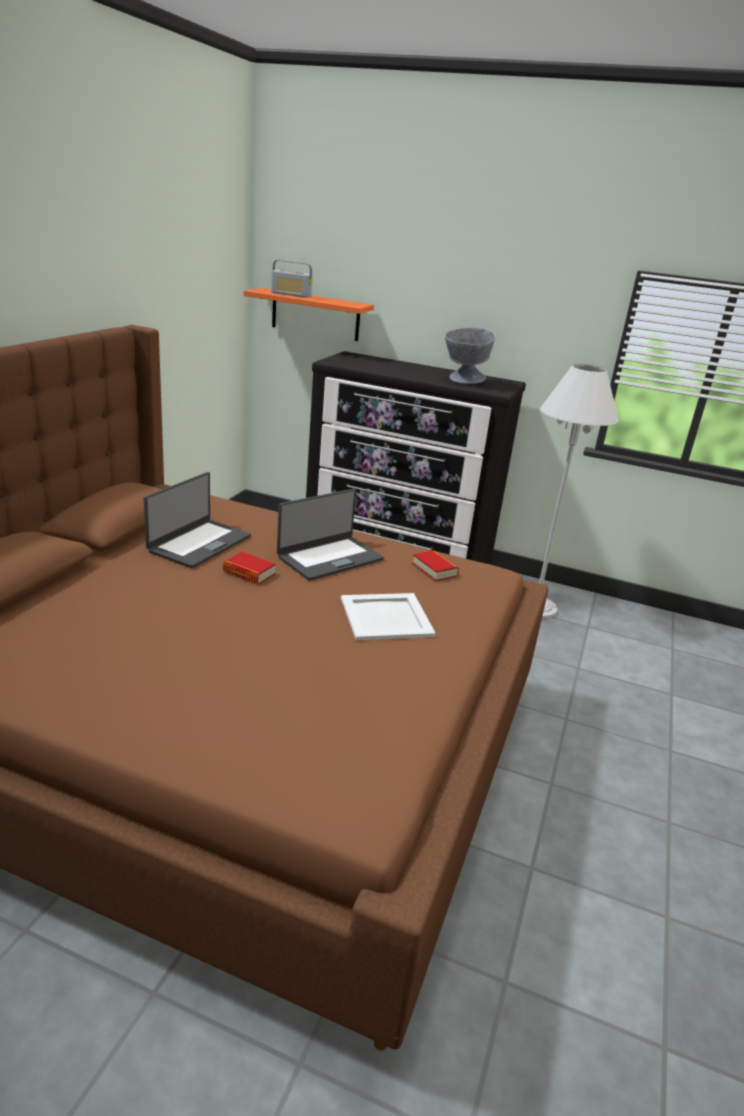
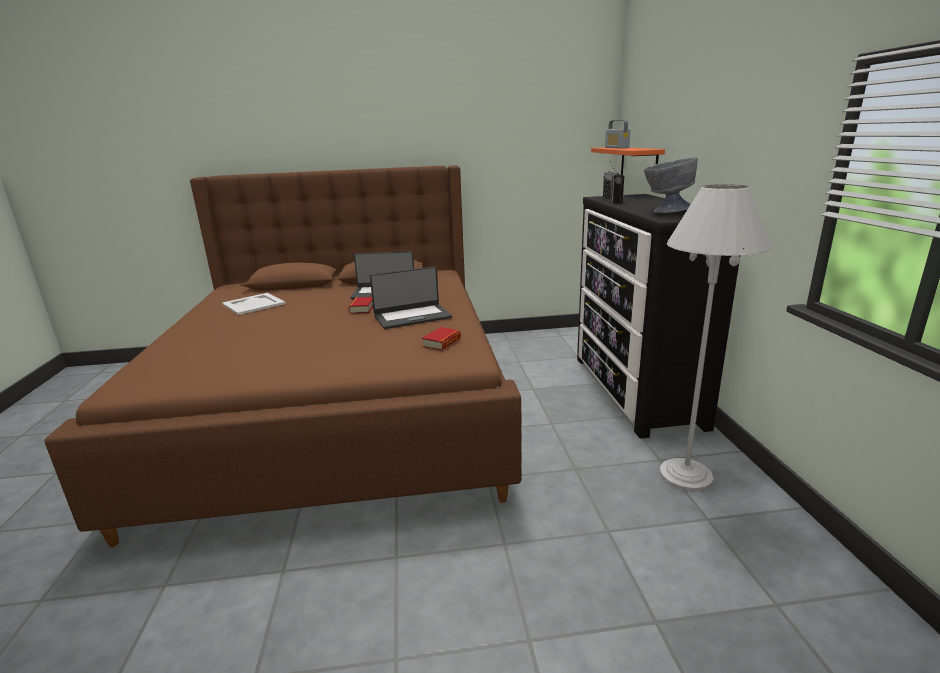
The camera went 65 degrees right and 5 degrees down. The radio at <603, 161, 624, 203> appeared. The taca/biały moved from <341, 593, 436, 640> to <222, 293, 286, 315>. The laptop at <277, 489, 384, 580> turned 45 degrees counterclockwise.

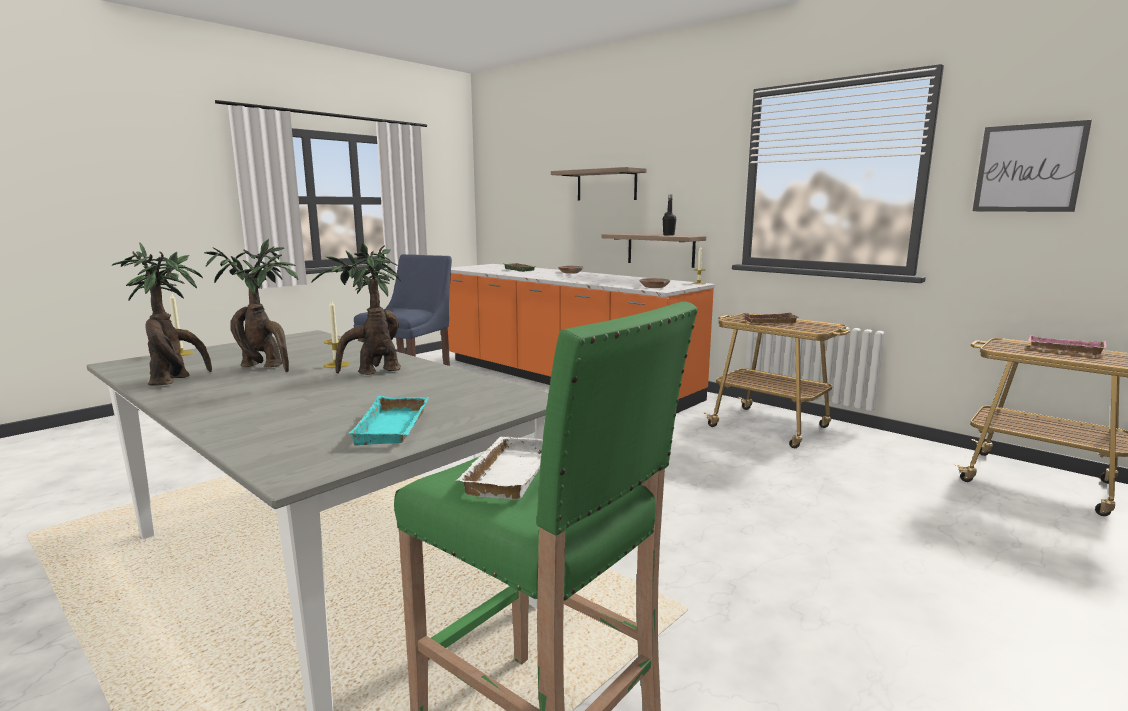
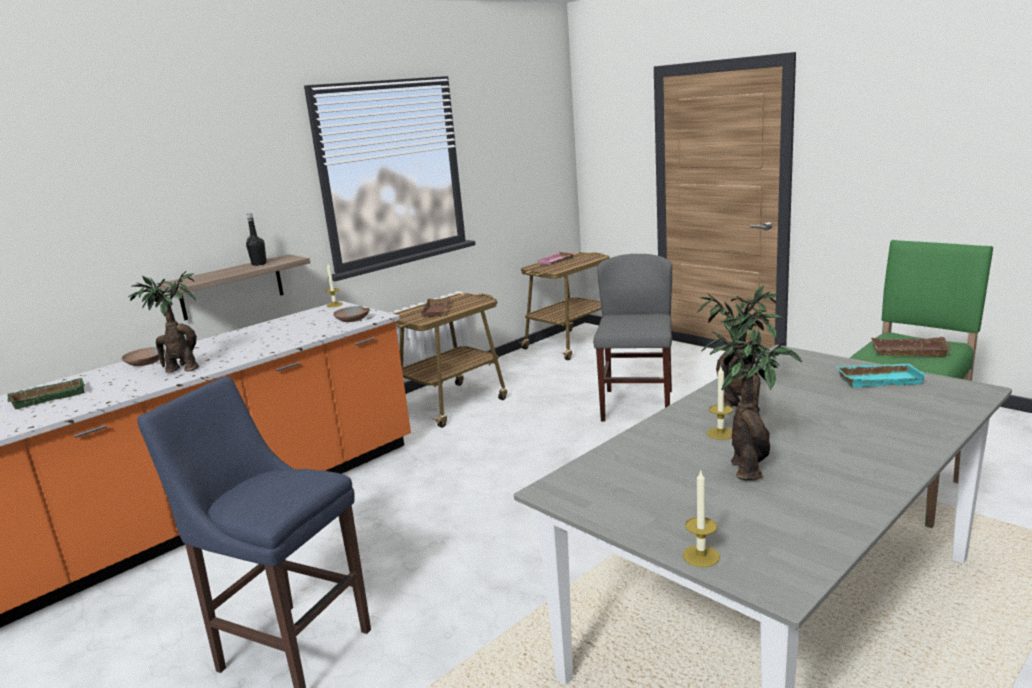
The camera went 85 degrees left and 5 degrees up. The półka at <551, 167, 647, 201> disappeared. The obraz at <973, 120, 1092, 212> disappeared. The krzesło/szary at <593, 254, 672, 422> appeared. The roślina doniczkowa moved from <112, 242, 212, 386> to <128, 271, 199, 372>. The taca/biały at <456, 437, 543, 500> became the taca/brązowy at <872, 337, 952, 357>.

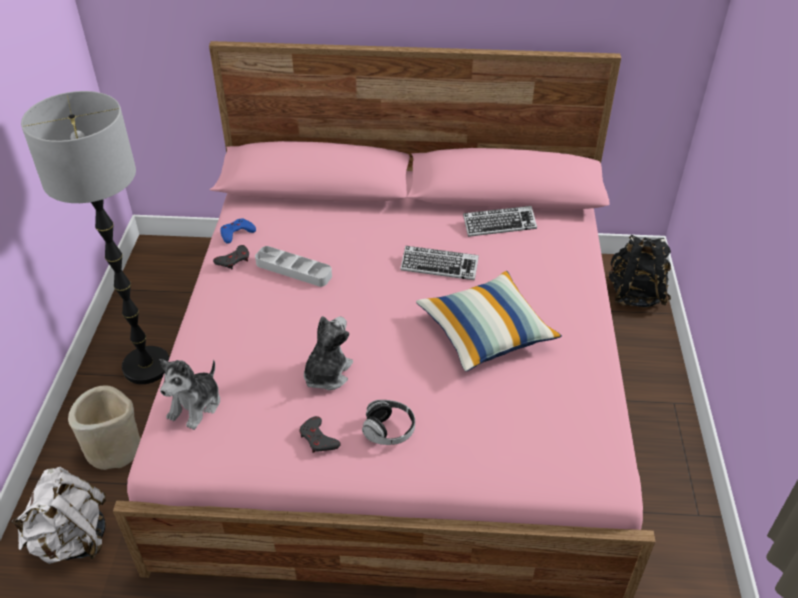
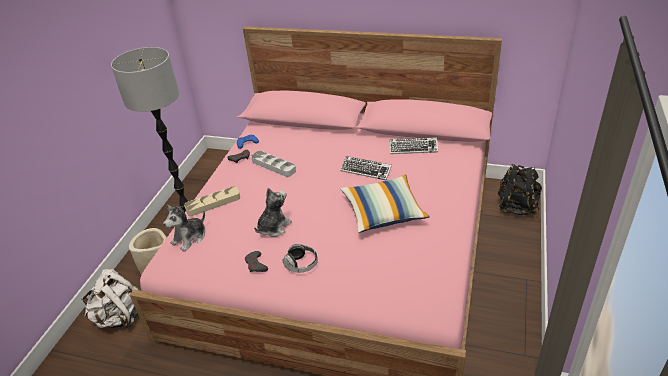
The camera went 15 degrees right and 5 degrees down. The taca/beżowy at <184, 186, 240, 216> appeared.

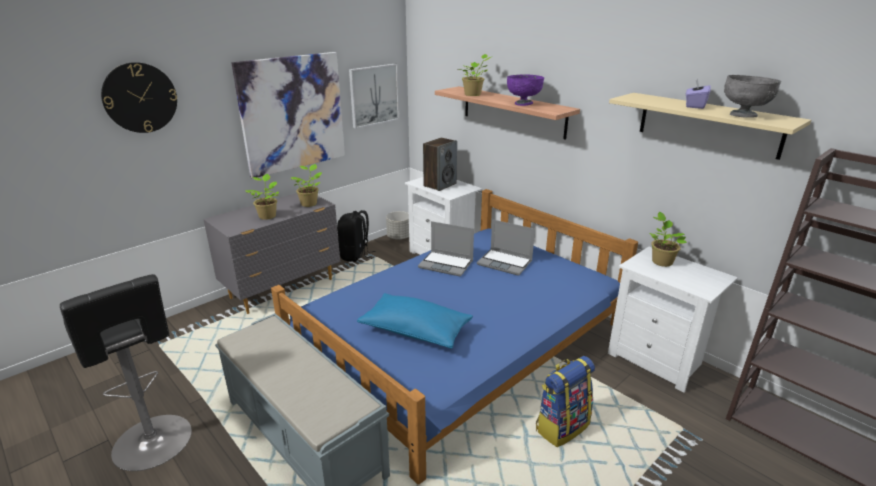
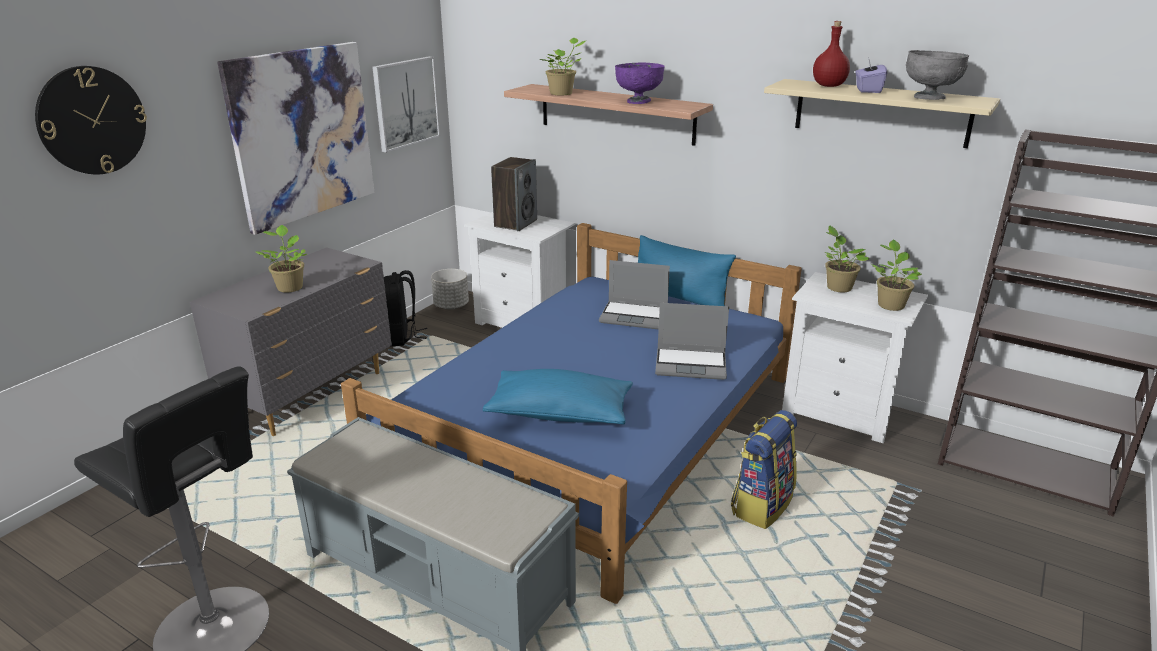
The camera went 15 degrees left and 0 degrees up. The poduszka/niebieski at <638, 235, 736, 306> appeared. The butelka/czerwony at <813, 21, 850, 87> appeared. The roślina doniczkowa moved from <291, 164, 322, 207> to <871, 239, 922, 311>. The laptop moved from <418, 221, 474, 276> to <655, 303, 729, 380>.

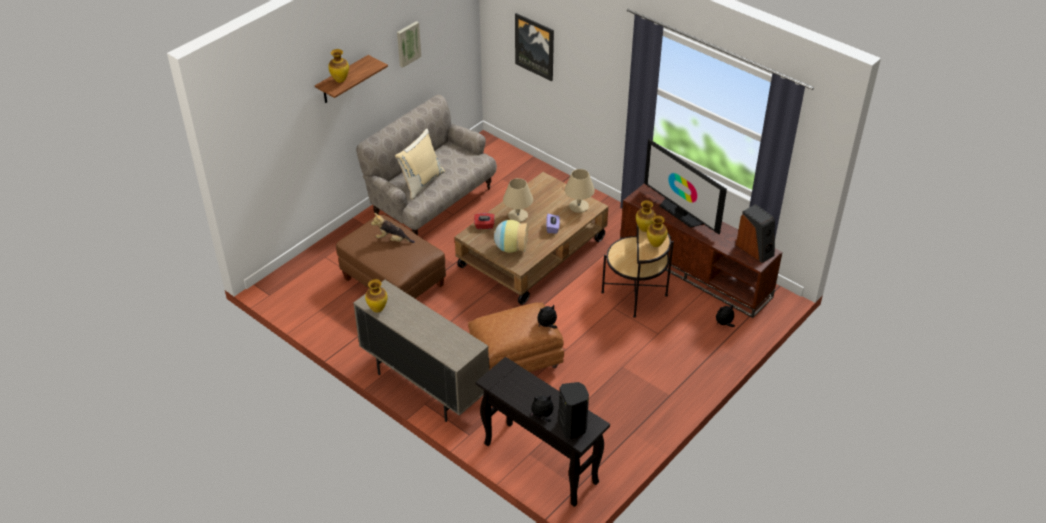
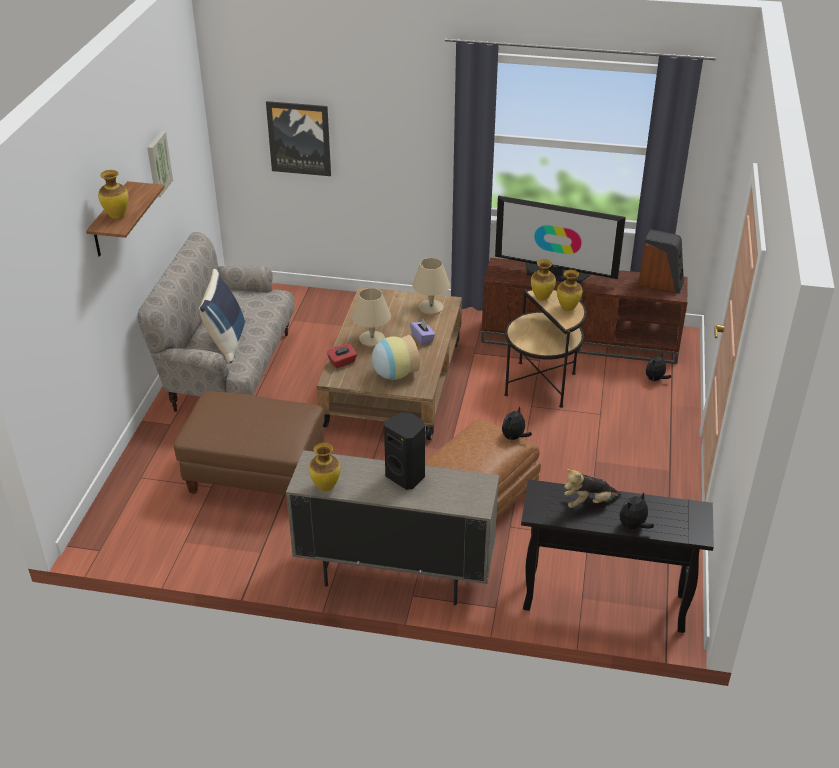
The camera went 30 degrees left and 5 degrees down. The pluszak moved from <371, 213, 415, 243> to <564, 469, 622, 508>. The głośnik/czarny moved from <559, 382, 589, 439> to <384, 412, 425, 490>. The poduszka/beżowy at <395, 129, 445, 199> became the poduszka/niebieski at <199, 269, 246, 363>.

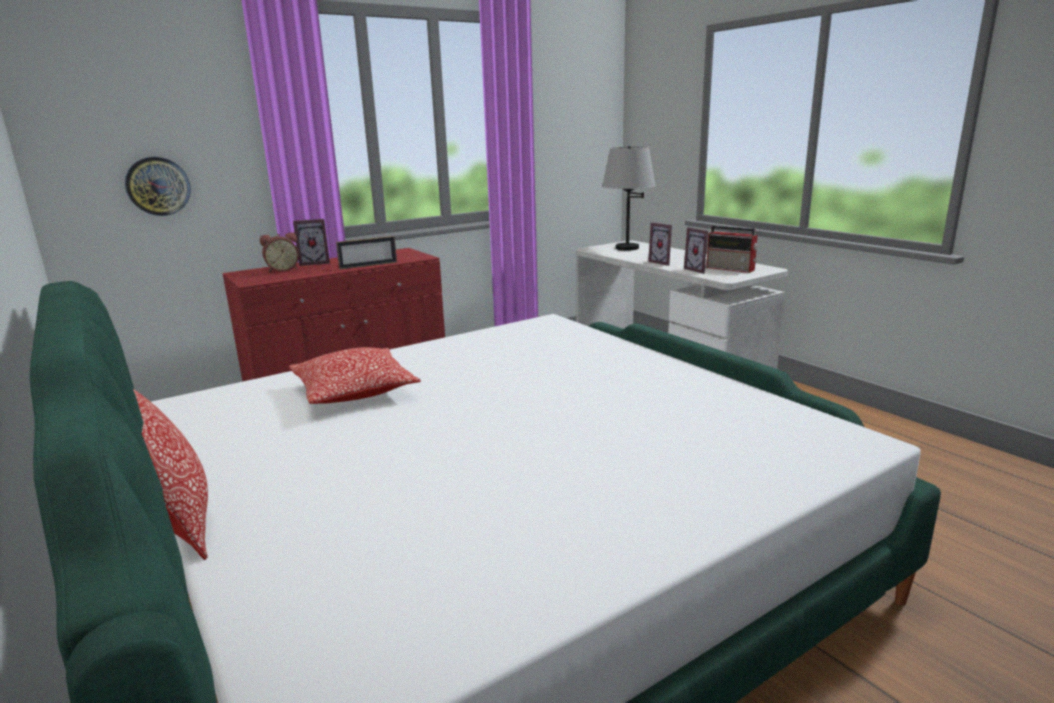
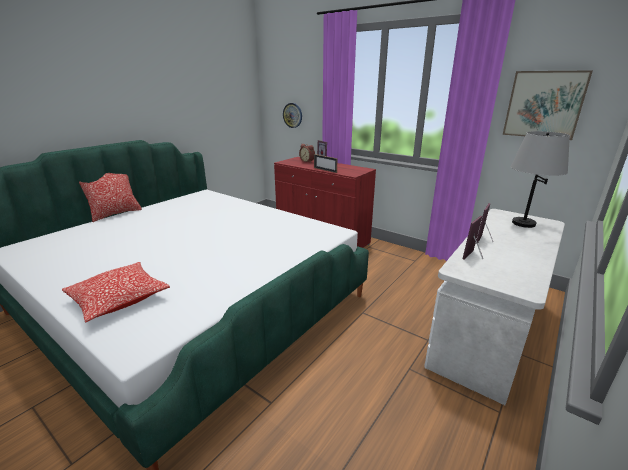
The camera went 70 degrees right and 5 degrees up. The radio at <706, 226, 758, 273> disappeared. The obraz at <503, 70, 593, 140> appeared. The poduszka moved from <289, 347, 421, 404> to <62, 262, 170, 322>.

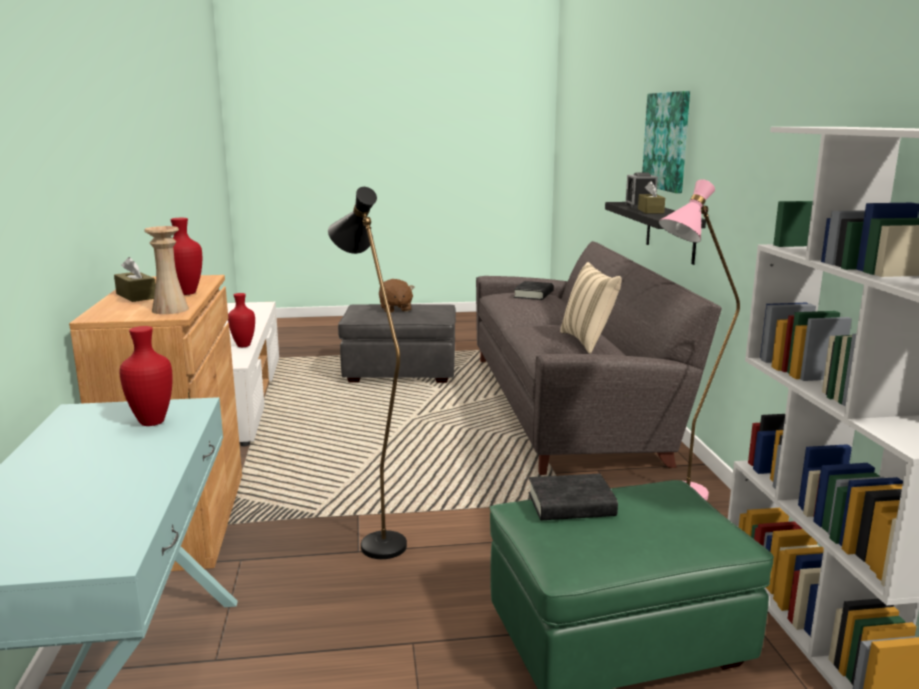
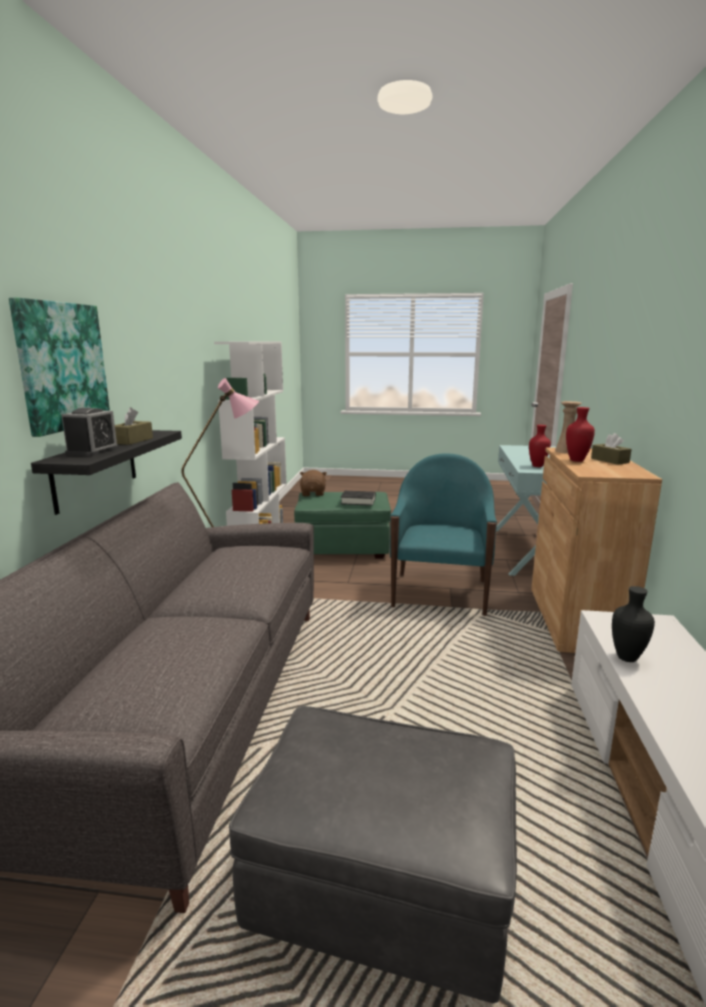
The camera went 165 degrees left and 0 degrees up. The książka/czarny at <514, 281, 553, 300> disappeared. The poduszka/beżowy at <560, 262, 622, 354> disappeared. The pluszak/brązowy moved from <379, 279, 414, 313> to <300, 470, 327, 496>. The lampa stojąca/czarny at <328, 187, 407, 559> was replaced by the fotel/turkusowy at <390, 453, 497, 616>. The wazon/czerwony at <228, 293, 255, 347> became the wazon/czarny at <612, 586, 655, 662>.

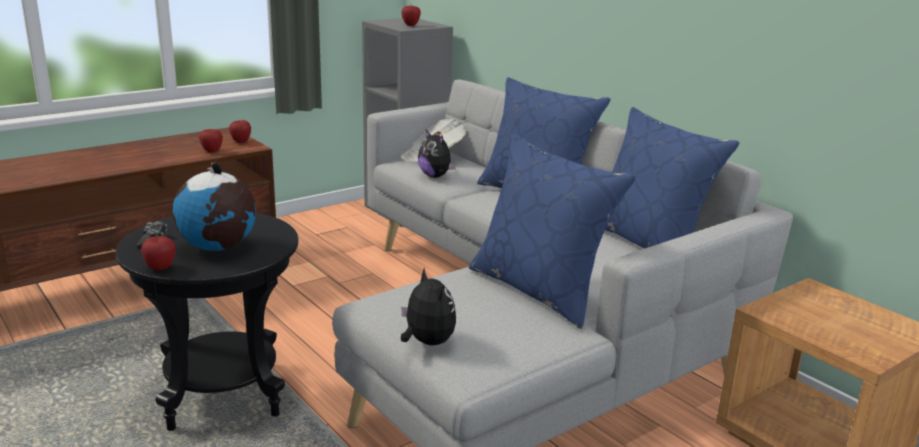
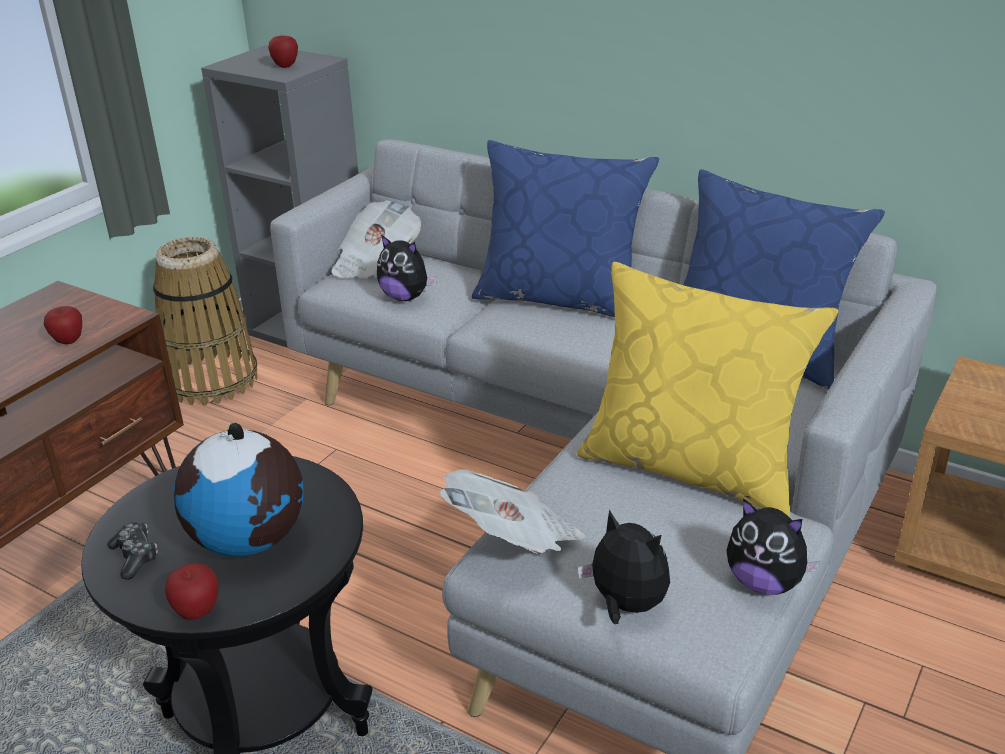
The camera went 20 degrees left and 10 degrees up. The jabłko at <229, 120, 251, 143> disappeared. The koszyk at <153, 237, 258, 405> appeared. The gazeta at <438, 469, 585, 554> appeared. The pluszak at <726, 498, 820, 595> appeared. The poduszka/niebieski at <469, 134, 636, 329> became the poduszka/żółty at <577, 262, 838, 517>.

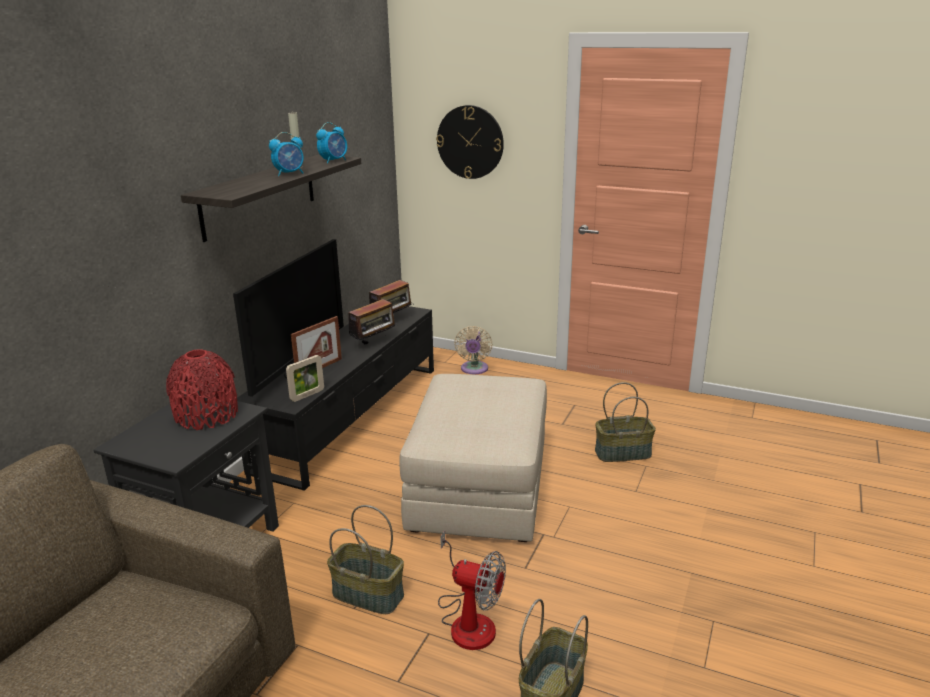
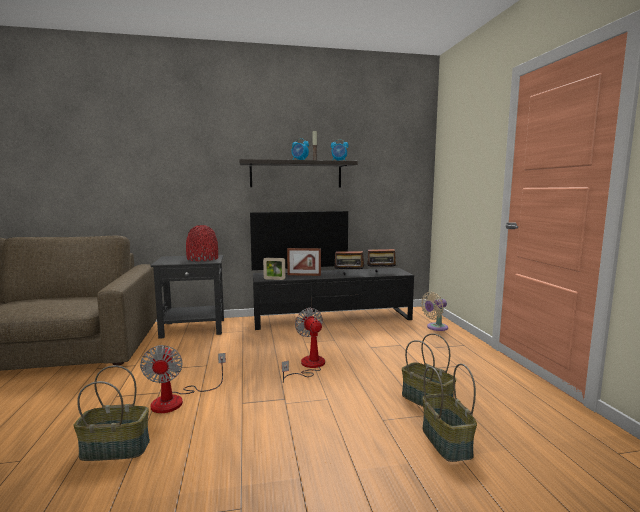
The camera went 55 degrees right and 15 degrees down. The zegar ścienny at <436, 105, 504, 179> disappeared. The koszyk moved from <327, 505, 404, 614> to <423, 364, 477, 462>. The pufa/beżowy at <399, 374, 547, 542> was replaced by the wentylator at <282, 308, 325, 383>.

